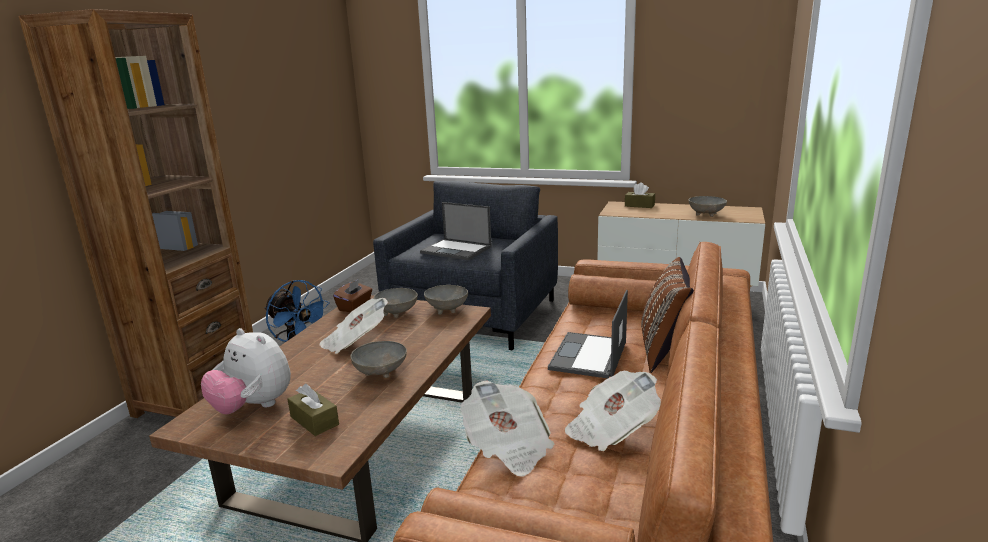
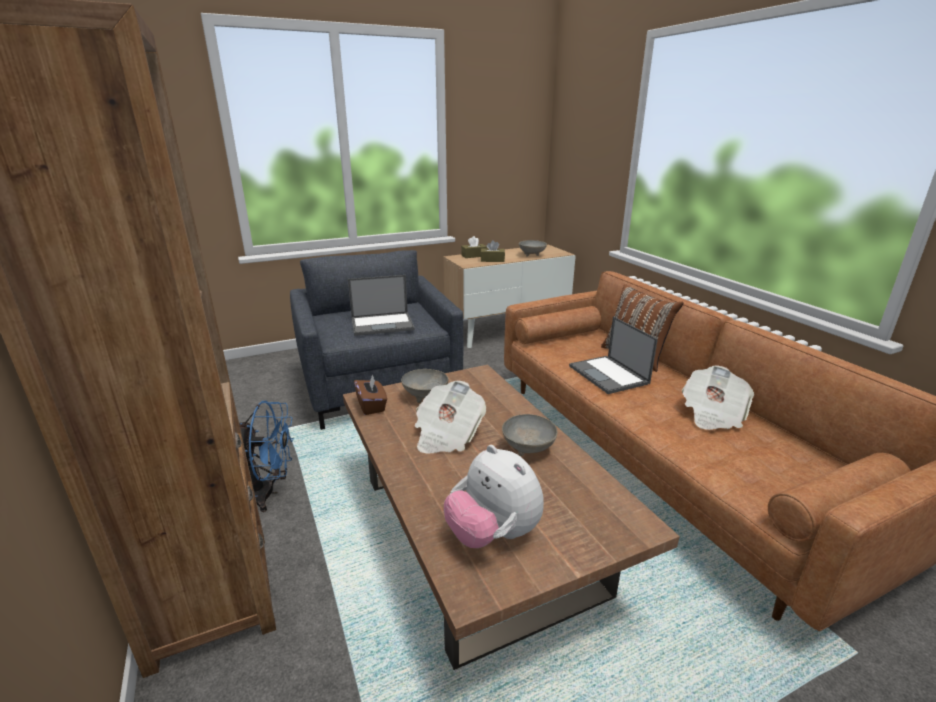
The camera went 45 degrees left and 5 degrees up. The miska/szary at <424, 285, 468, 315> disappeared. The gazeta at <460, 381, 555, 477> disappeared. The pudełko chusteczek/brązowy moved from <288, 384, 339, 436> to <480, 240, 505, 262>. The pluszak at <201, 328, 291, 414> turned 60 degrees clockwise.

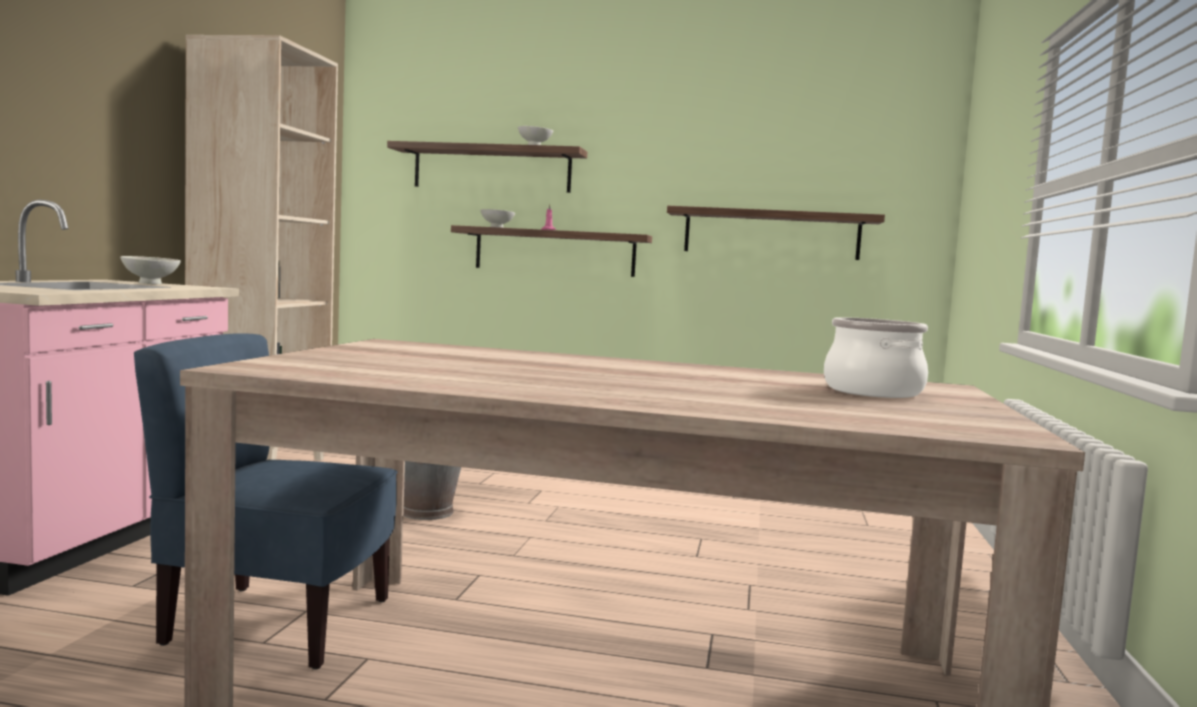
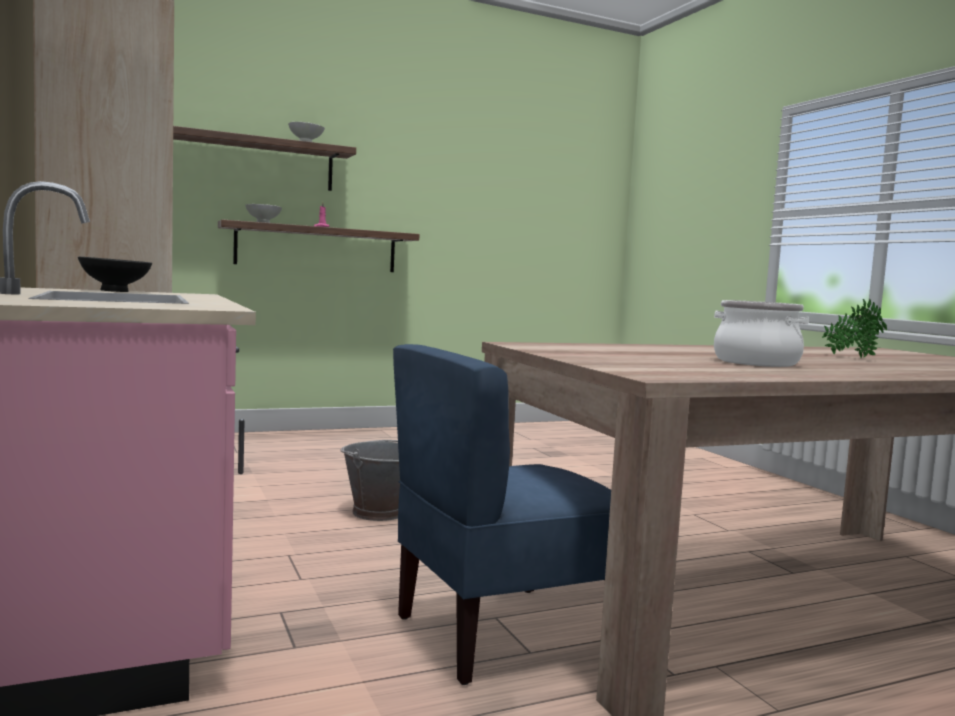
The camera went 35 degrees left and 0 degrees up. The półka at <667, 206, 885, 260> disappeared. The roślina doniczkowa at <822, 299, 887, 358> appeared. The garnek moved from <824, 317, 928, 398> to <714, 300, 809, 367>. The miska/biały at <120, 256, 181, 284> became the miska/czarny at <78, 257, 152, 292>.

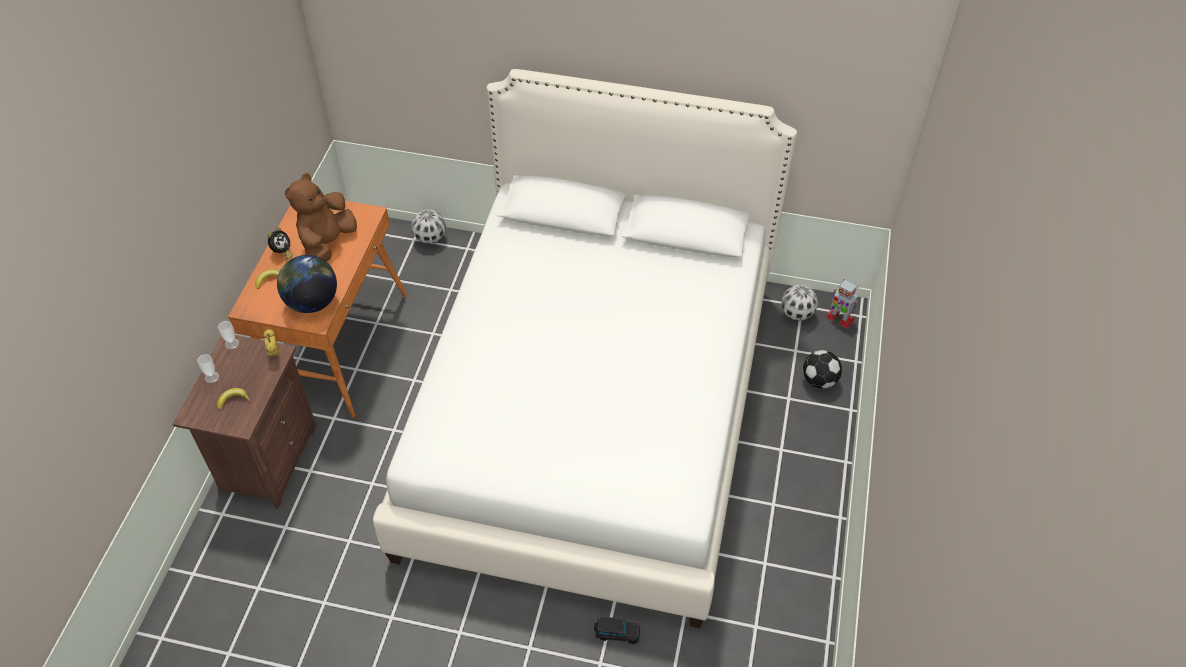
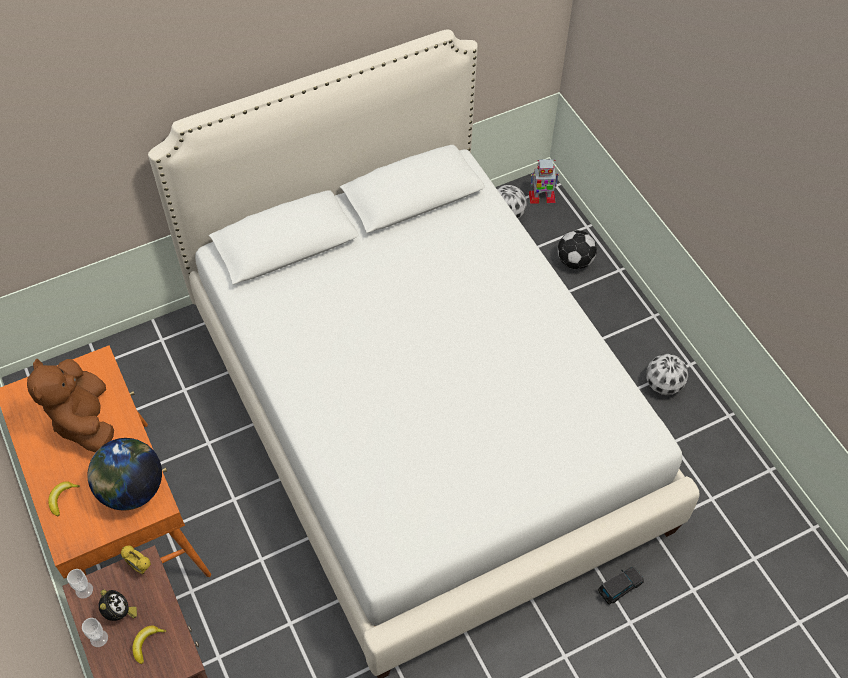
The camera went 40 degrees left and 5 degrees up. The budzik moved from <268, 227, 293, 260> to <99, 589, 137, 621>. The piłka futbolowa moved from <411, 209, 446, 244> to <646, 354, 688, 395>.

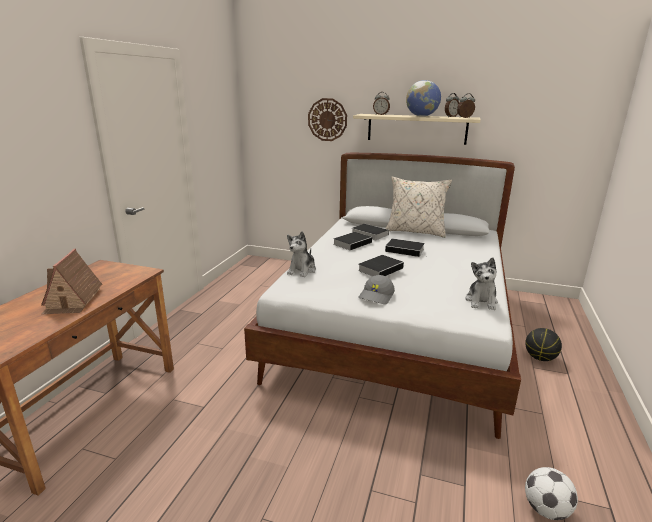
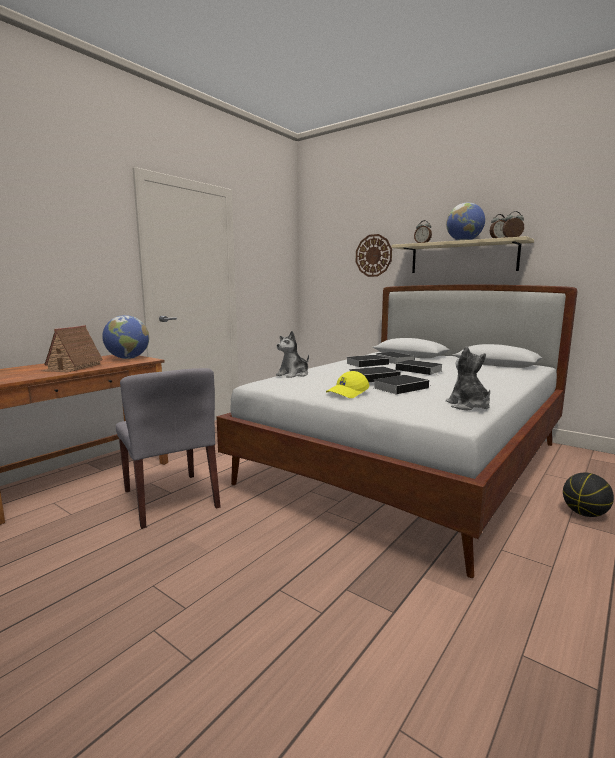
The camera went 20 degrees right and 10 degrees down. The poduszka/beżowy at <385, 176, 452, 238> disappeared. The piłka futbolowa at <525, 467, 578, 520> disappeared. The globus at <102, 315, 149, 359> appeared. The krzesło/szary at <116, 368, 221, 529> appeared. The książka at <374, 375, 429, 394> appeared. The czapka z daszkiem/szary at <358, 275, 395, 304> became the czapka z daszkiem/żółty at <326, 371, 369, 398>. The pluszak at <465, 257, 498, 310> turned 135 degrees clockwise.

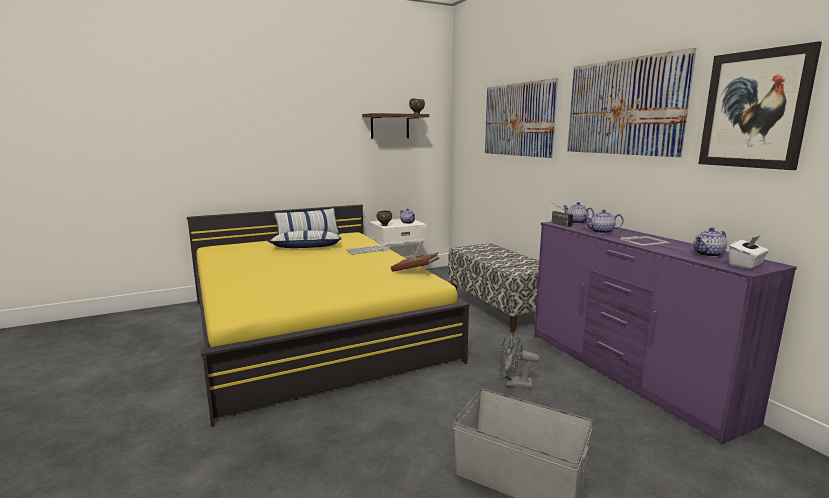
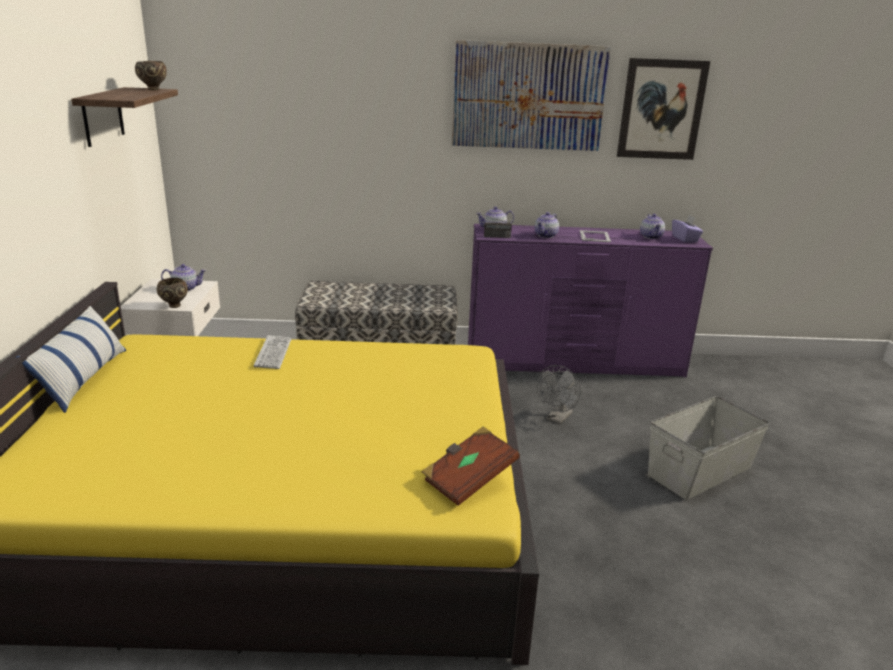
The camera went 65 degrees left and 10 degrees up. The poduszka at <268, 231, 341, 248> disappeared. The obraz at <485, 78, 558, 158> disappeared. The książka/brązowy moved from <391, 252, 439, 272> to <422, 426, 520, 506>. The pudełko chusteczek/biały at <729, 236, 769, 269> became the pudełko chusteczek/fioletowy at <672, 215, 703, 243>.

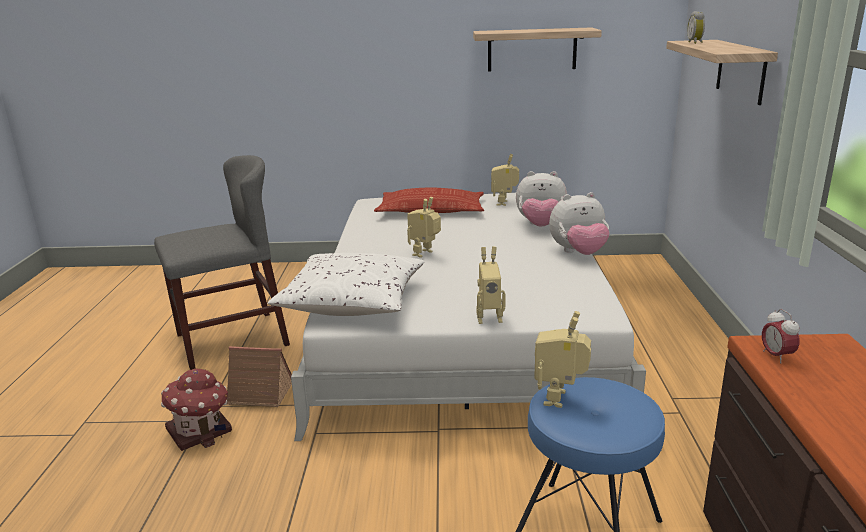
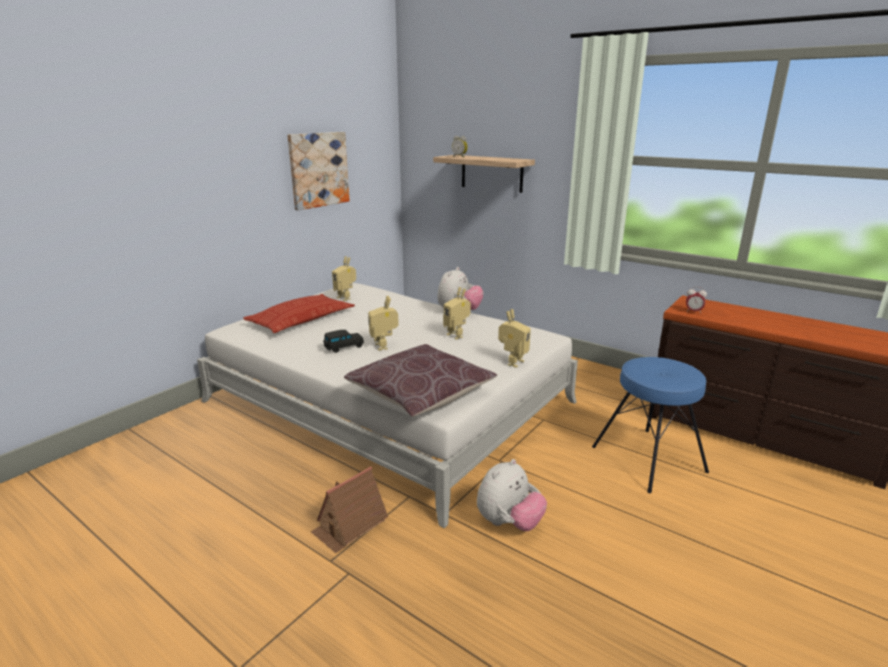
The camera went 55 degrees left and 0 degrees up. The krzesło/szary at <154, 155, 290, 370> disappeared. The domek at <161, 369, 232, 451> disappeared. The samochodzik/czarny at <323, 330, 364, 353> appeared. The pluszak moved from <516, 171, 567, 227> to <477, 459, 547, 531>. The robot zabawkowy moved from <534, 311, 591, 408> to <443, 287, 471, 340>. The półka at <473, 27, 602, 72> was replaced by the obraz at <287, 132, 350, 210>. The poduszka/biały at <267, 253, 424, 316> became the poduszka/brązowy at <344, 344, 497, 417>.

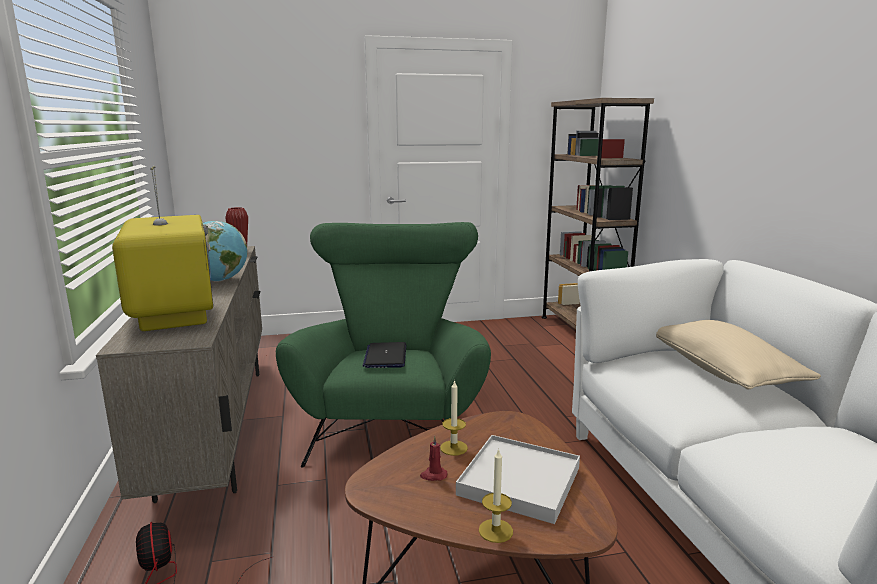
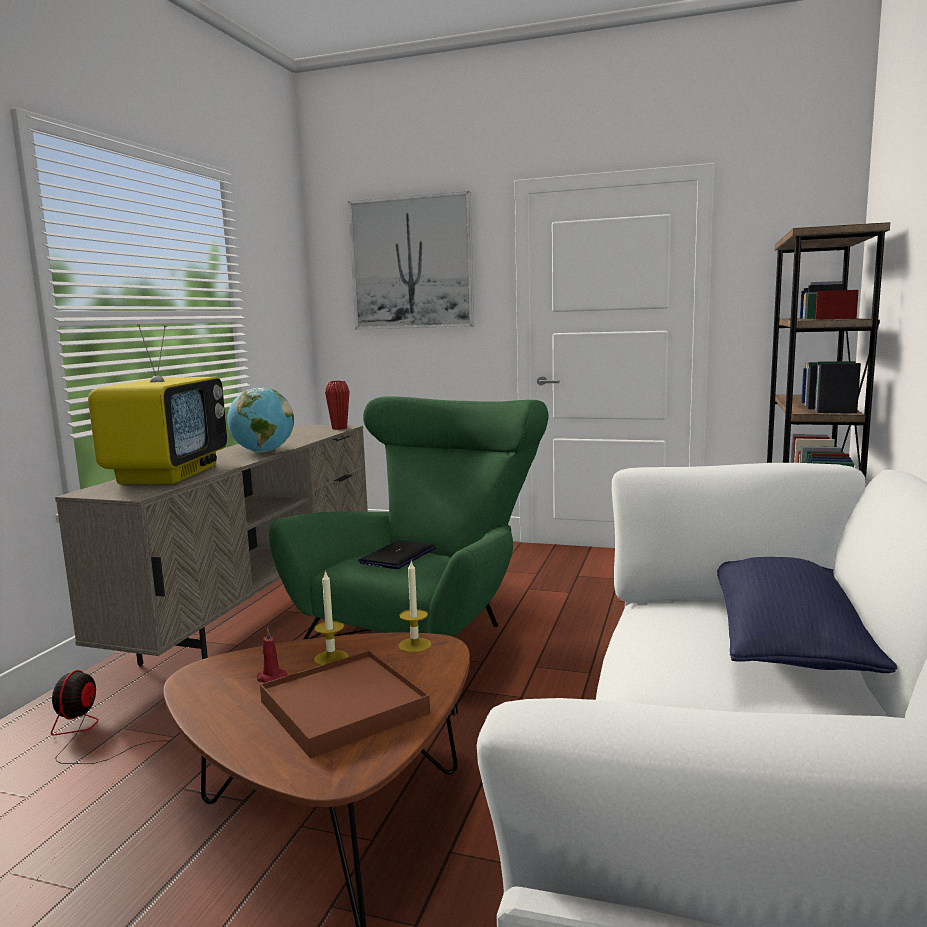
The camera went 30 degrees right and 5 degrees down. The obraz at <348, 191, 474, 330> appeared. The świeca moved from <479, 449, 513, 543> to <399, 561, 431, 653>. The taca/biały at <456, 435, 580, 524> became the taca/brązowy at <260, 651, 430, 759>. The poduszka/beżowy at <656, 320, 821, 390> became the poduszka/niebieski at <717, 557, 897, 673>.

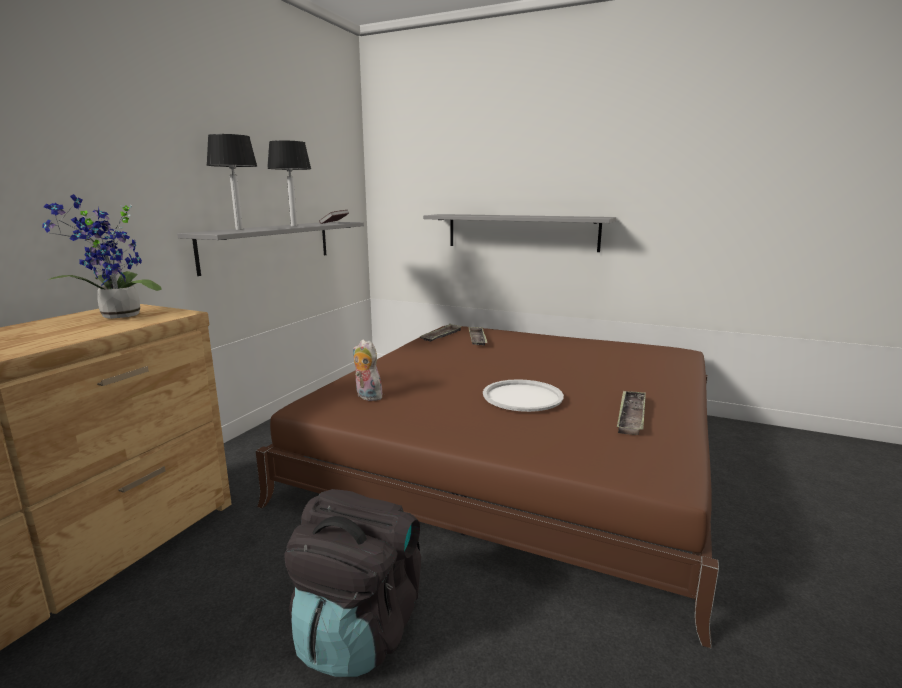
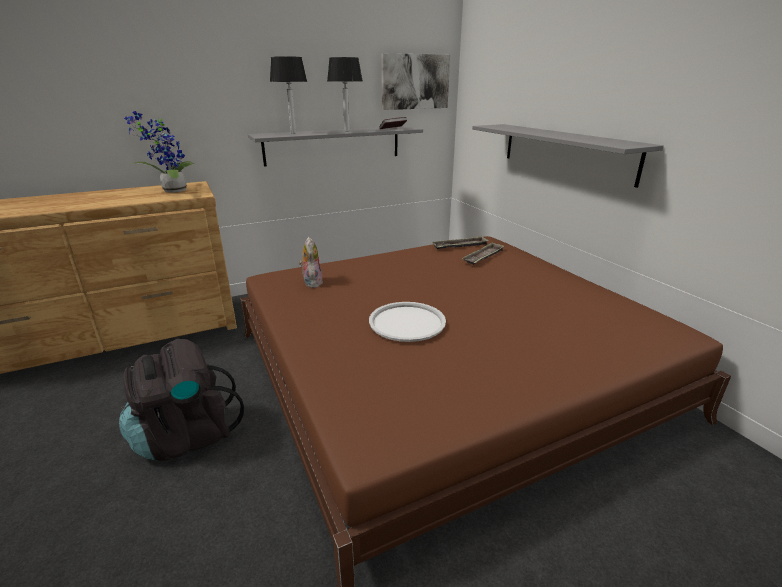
The camera went 40 degrees right and 10 degrees up. The taca at <617, 390, 646, 435> disappeared. The obraz at <381, 53, 450, 110> appeared.

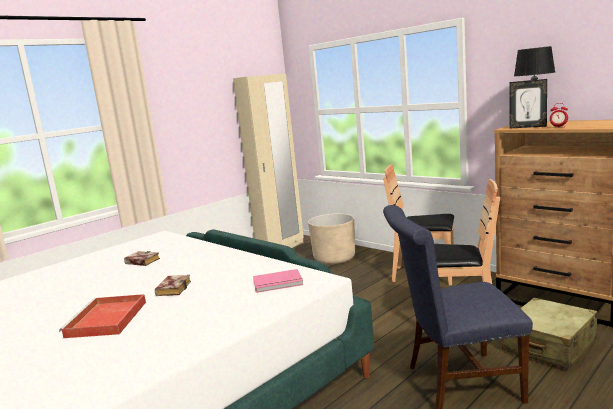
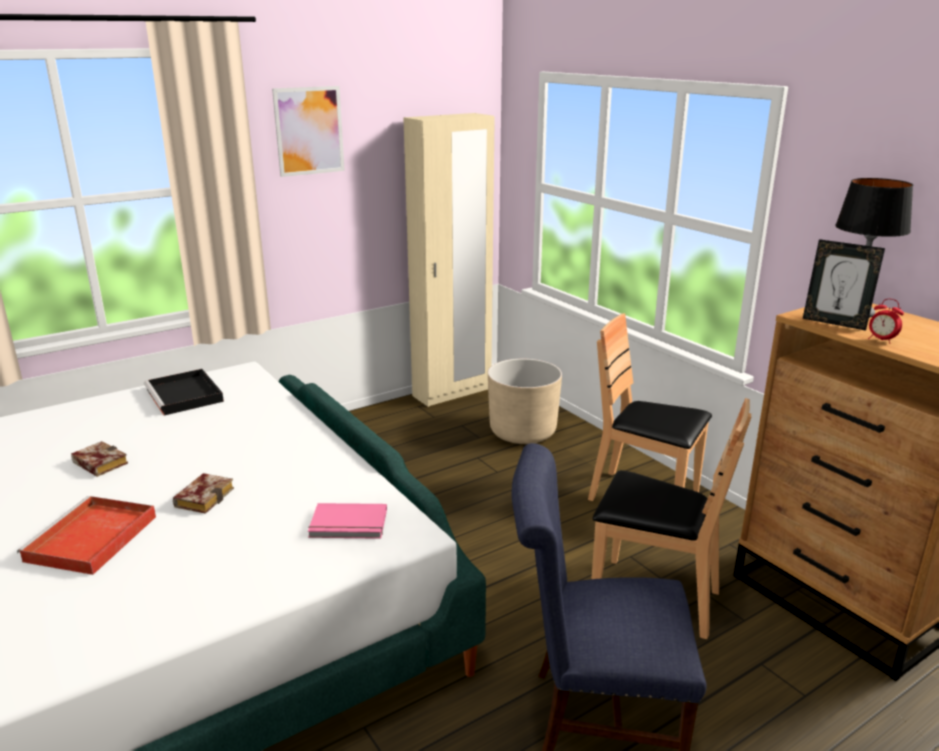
The camera went 10 degrees right and 10 degrees up. The walizka/beżowy at <502, 298, 597, 369> disappeared. The taca/czarny at <144, 369, 224, 416> appeared. The obraz at <272, 86, 345, 177> appeared. The książka moved from <124, 251, 160, 266> to <71, 441, 128, 477>.

